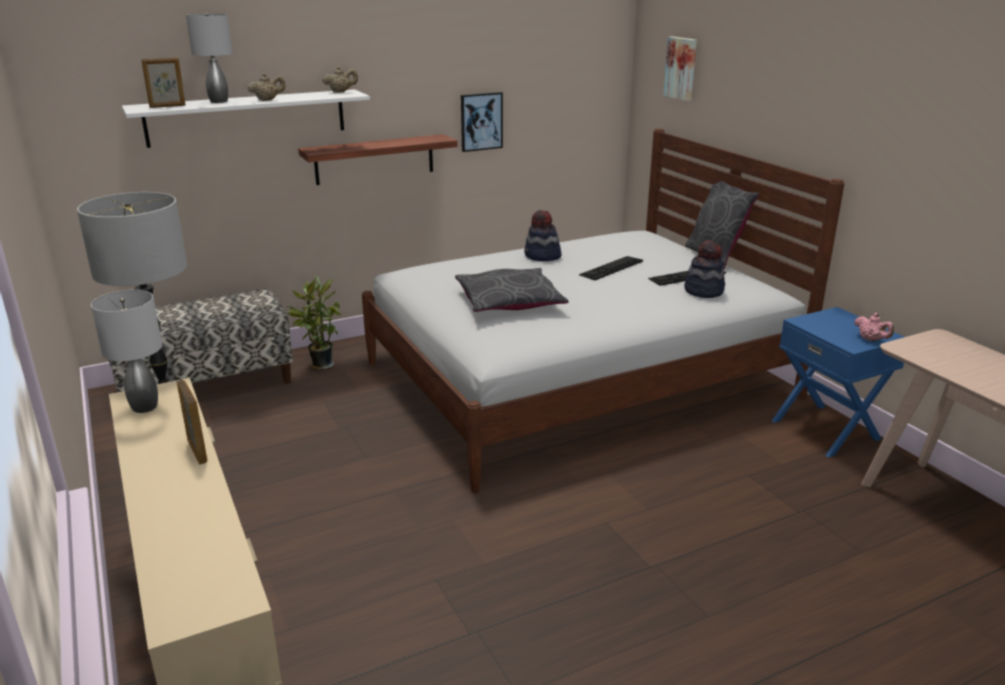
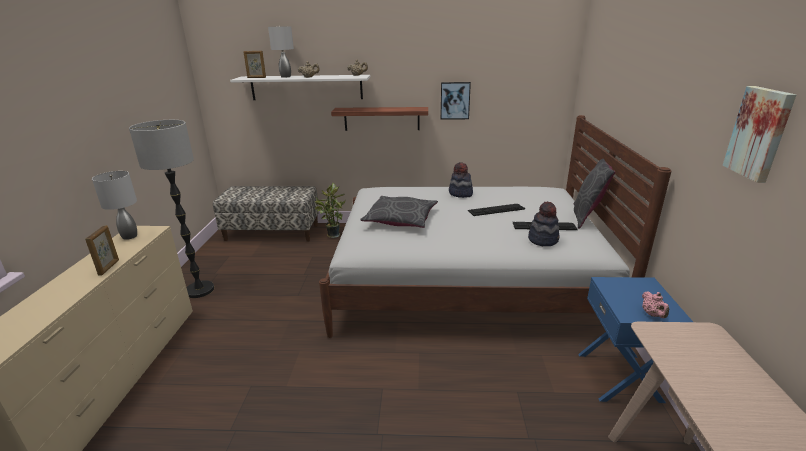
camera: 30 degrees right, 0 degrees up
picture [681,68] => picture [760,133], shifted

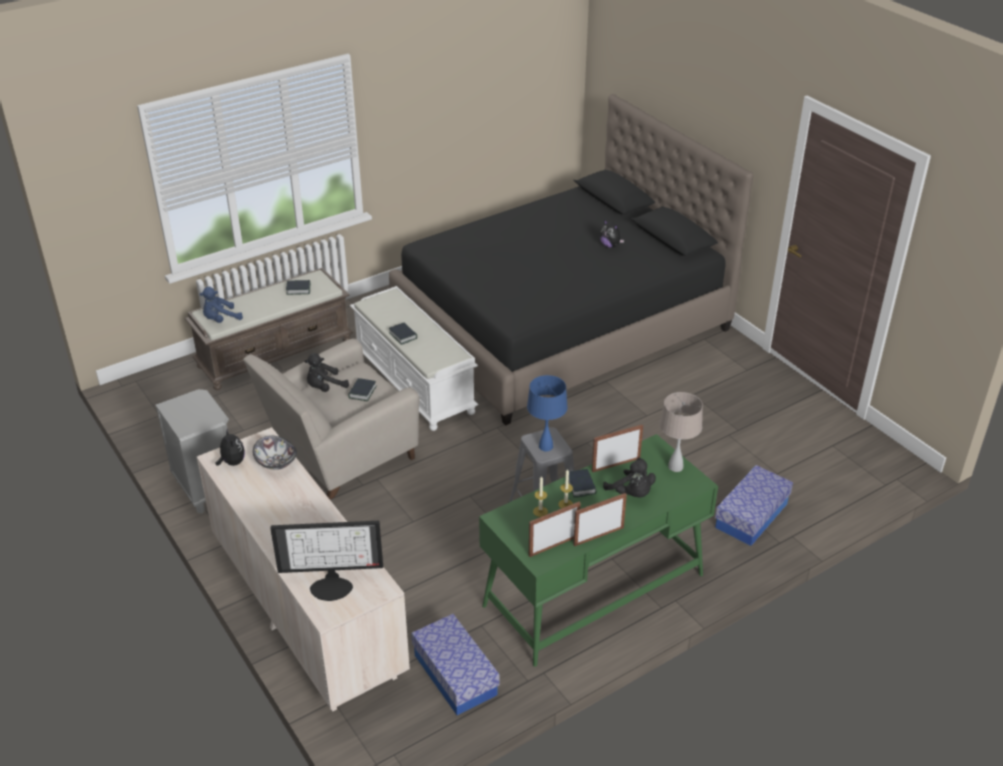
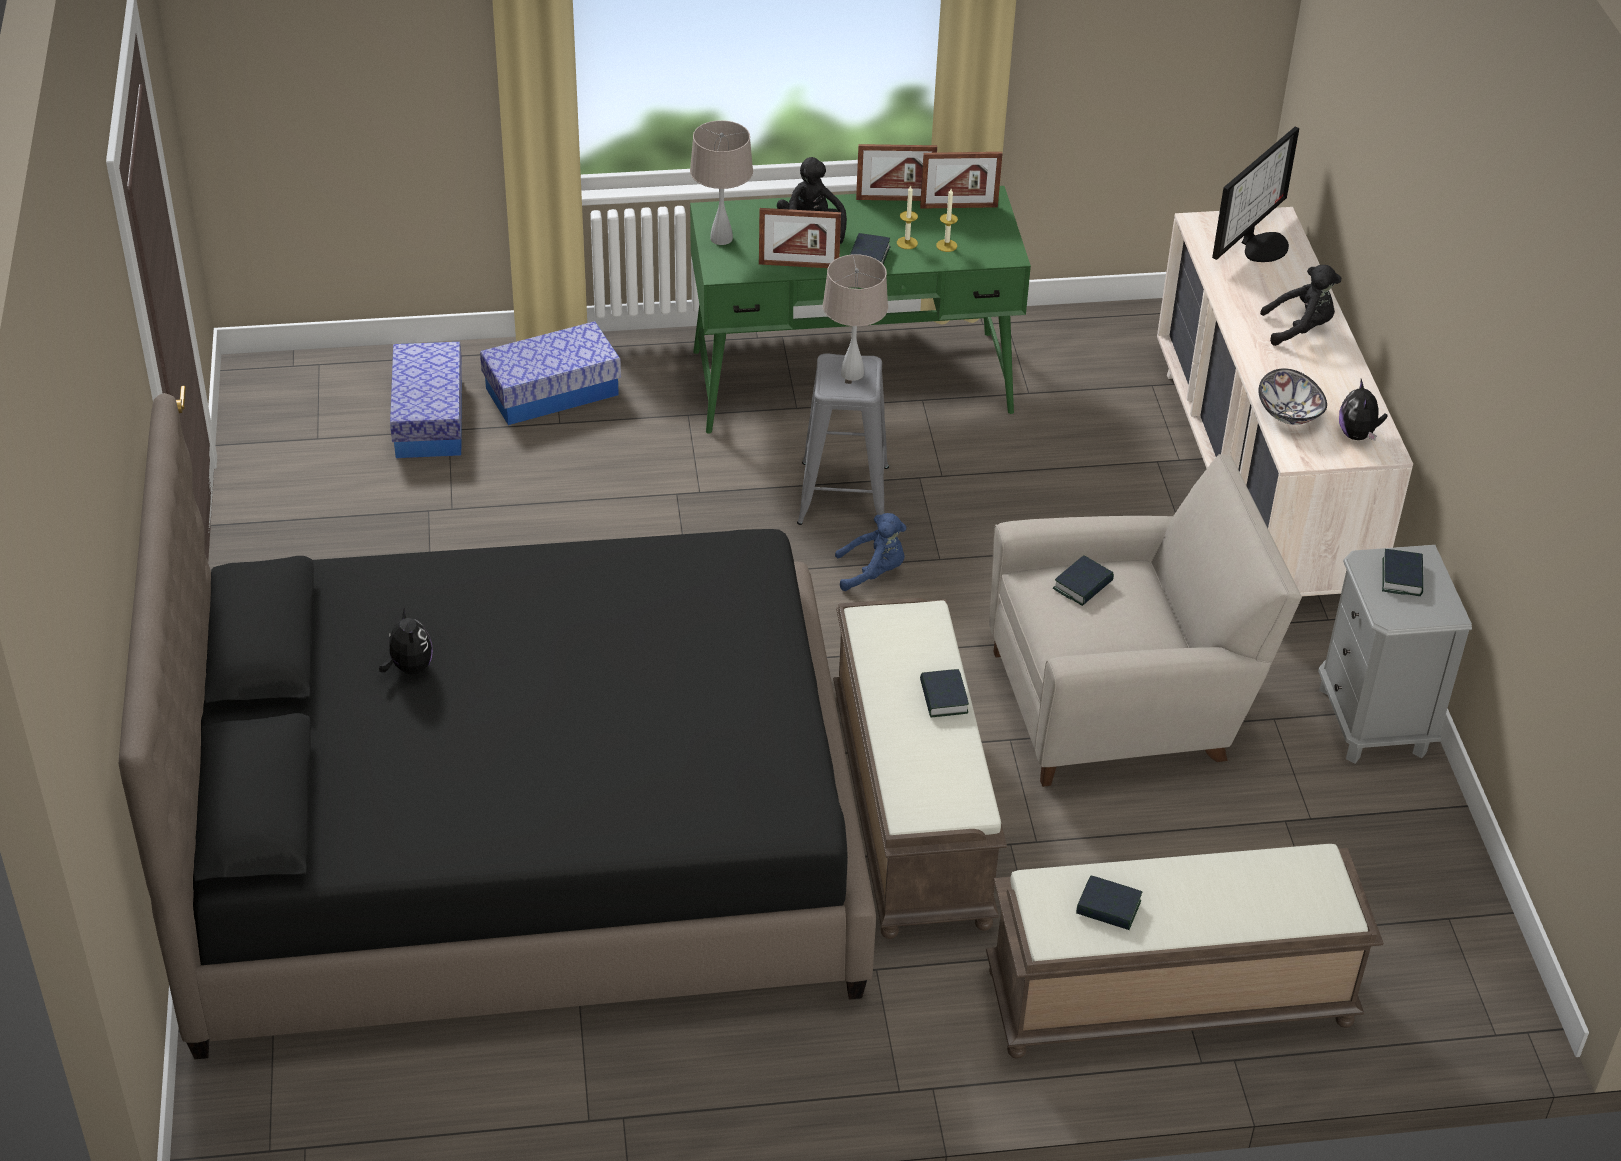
camera: 155 degrees left, 5 degrees up
plush toy in blue [220,319] => plush toy in blue [873,572], shifted
monitor [332,585] => monitor [1261,245], 105 degrees clockwise
plush toy in black [325,387] => plush toy in black [1300,328], shifted
bench in white [415,382] => bench in brown [908,808]
storage box [455,675] => storage box [429,418], shifted
table lamp in blue [545,447] => table lamp in beige [852,373]
nothing => book [1402,577]

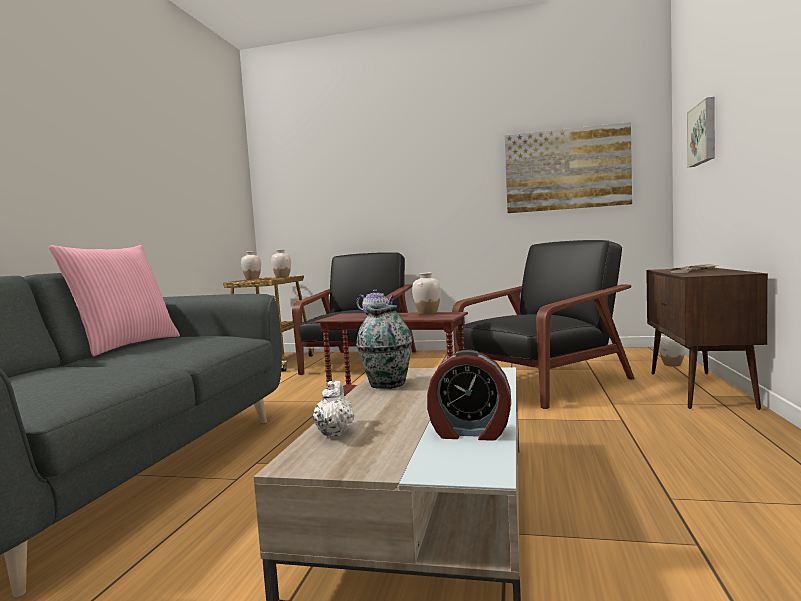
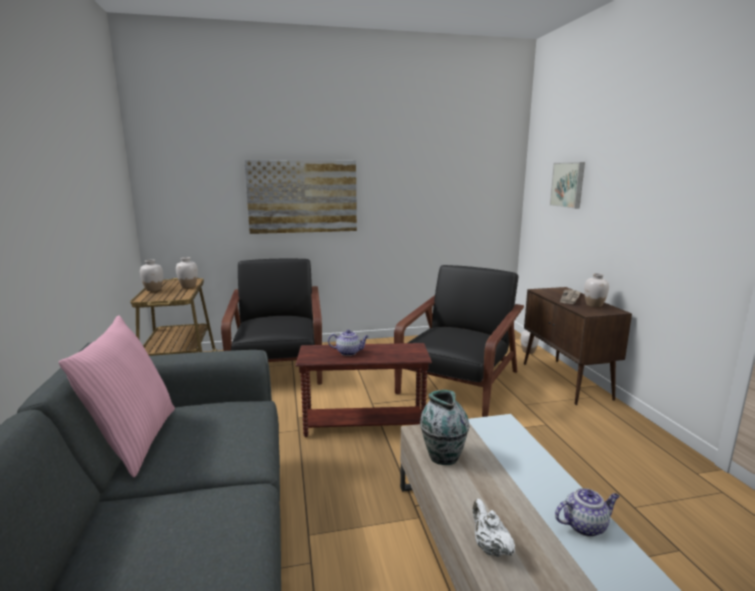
camera: 25 degrees left, 10 degrees up
vase in white [427,313] => vase in white [594,305], shifted
alarm clock [470,433] => teapot [585,525]
picture [566,169] => picture [302,196], shifted

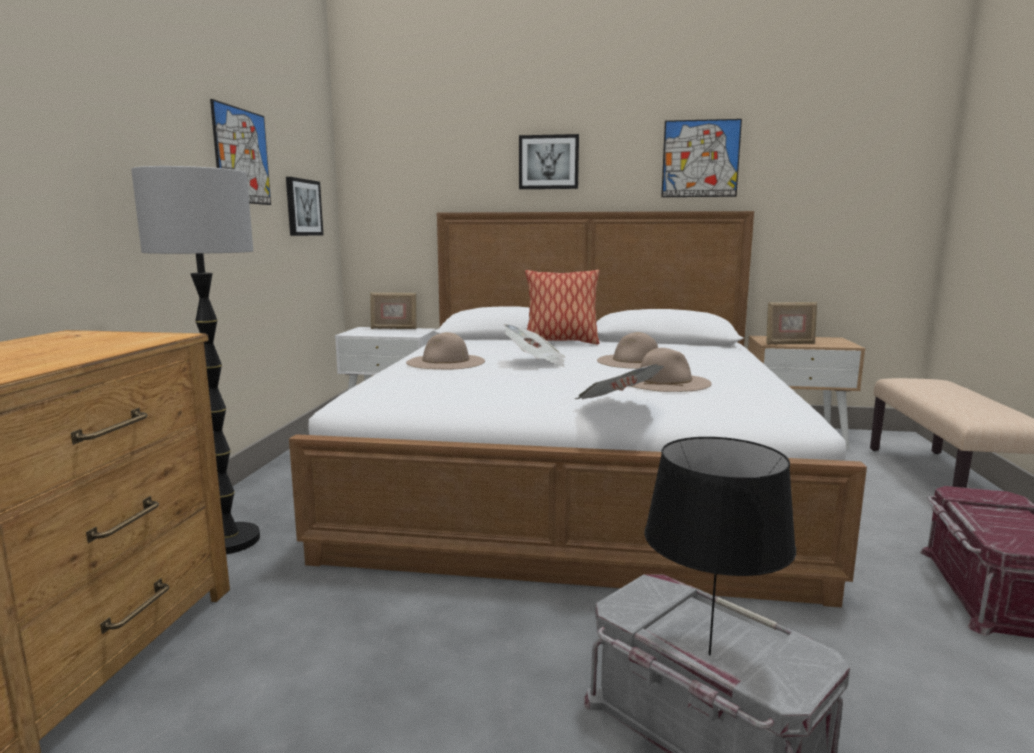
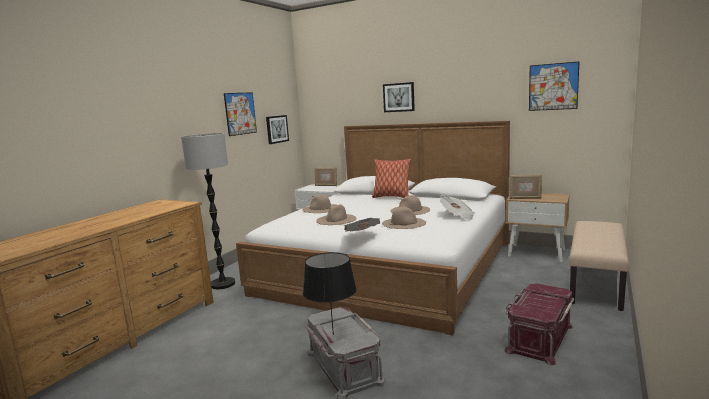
camera: 20 degrees right, 0 degrees up
newspaper [536,363] => newspaper [457,216], shifted
picture [700,158] => picture [553,86], shifted
nothing => hat in beige [336,219]

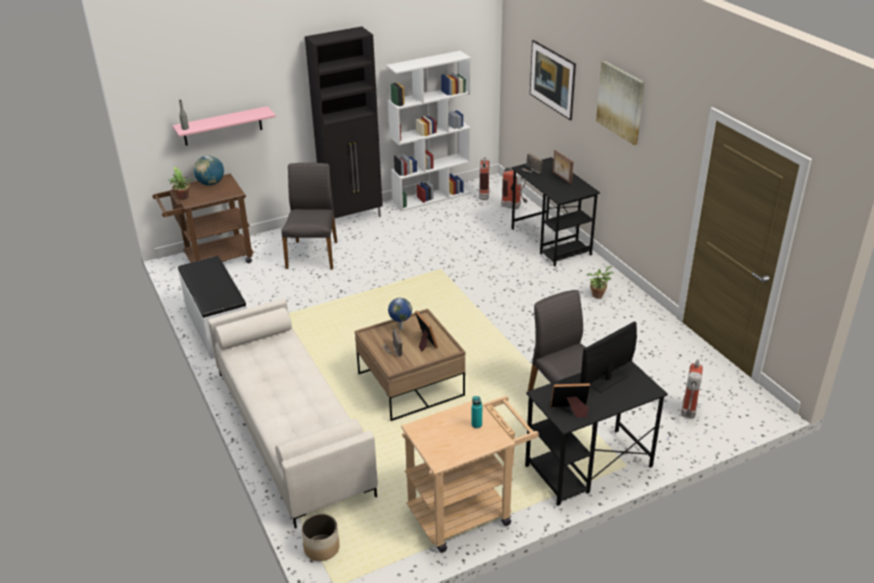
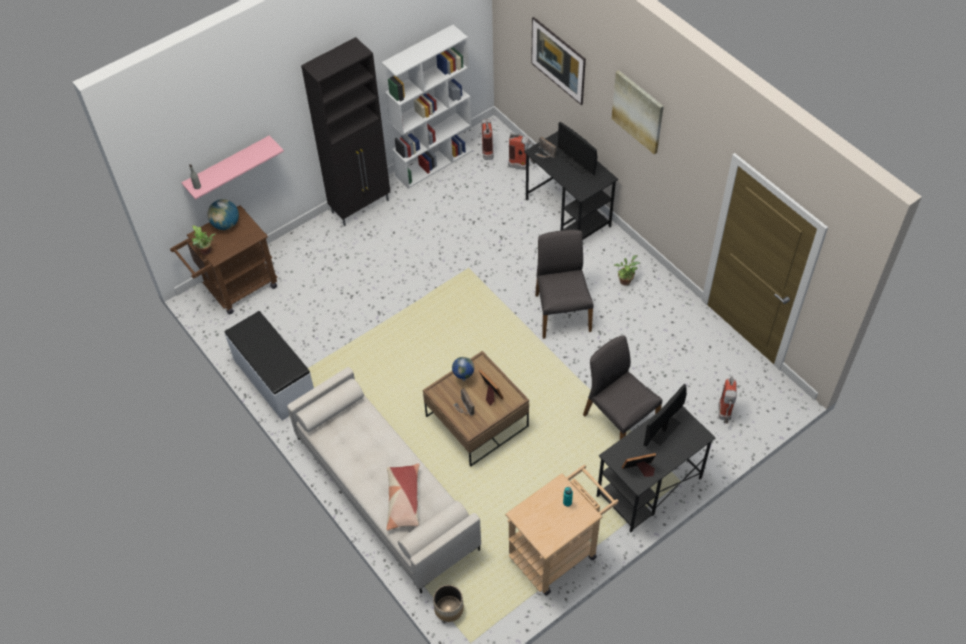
camera: 10 degrees left, 20 degrees up
chair in grey [313,254] => chair in grey [561,312], shifted
picture frame [561,178] => monitor [577,162]
nothing => pillow [403,500]

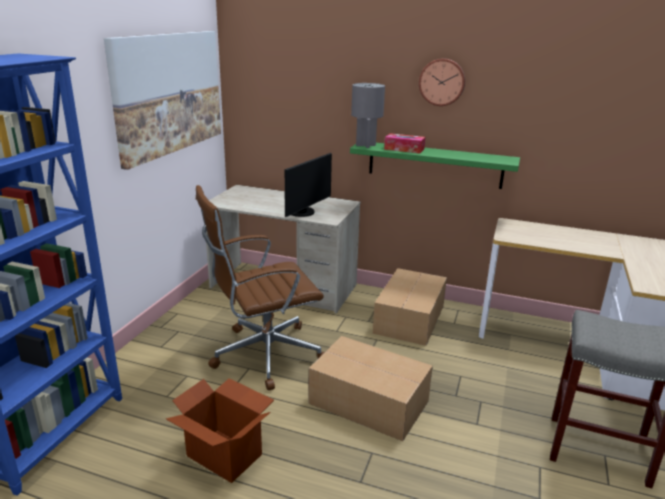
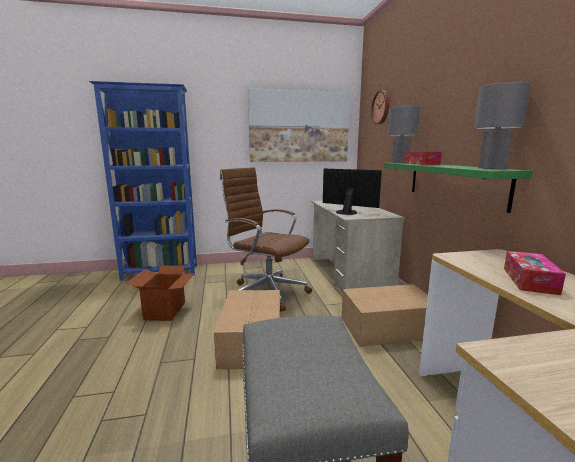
camera: 60 degrees right, 10 degrees down
monitor [304,212] => monitor [347,212], 150 degrees counterclockwise
wall clock [442,82] => wall clock [381,107], shifted
nothing => table lamp in grey [491,168]
nothing => tissue box [529,280]

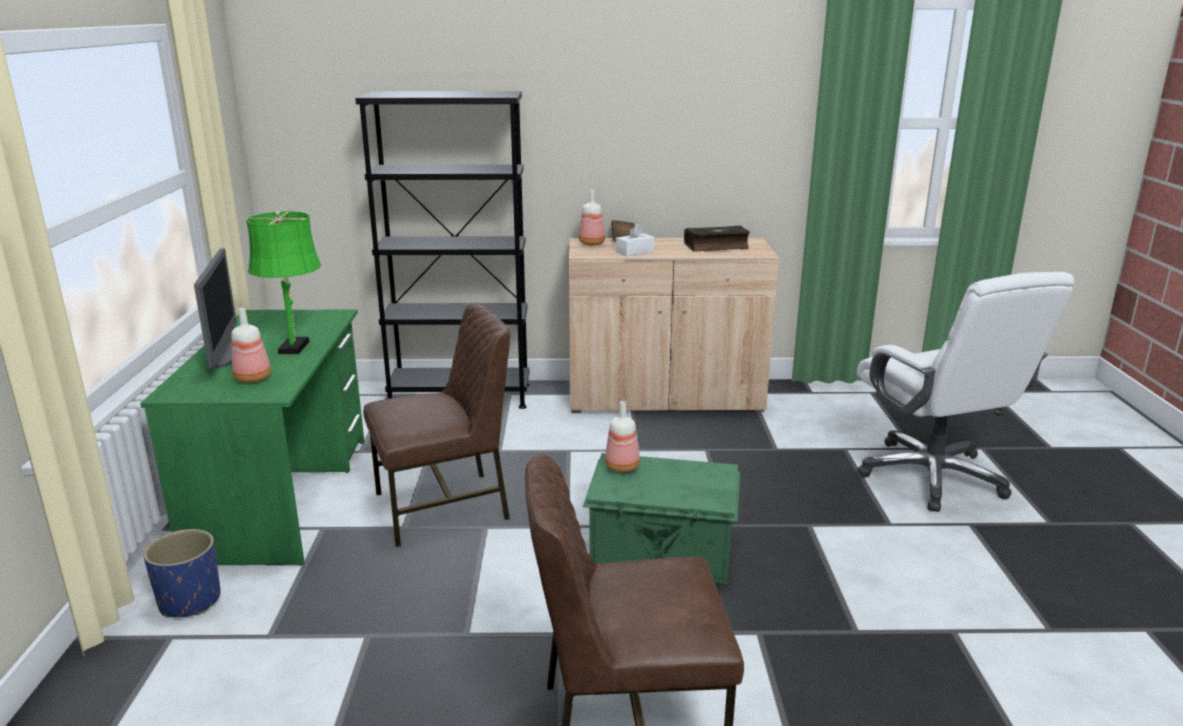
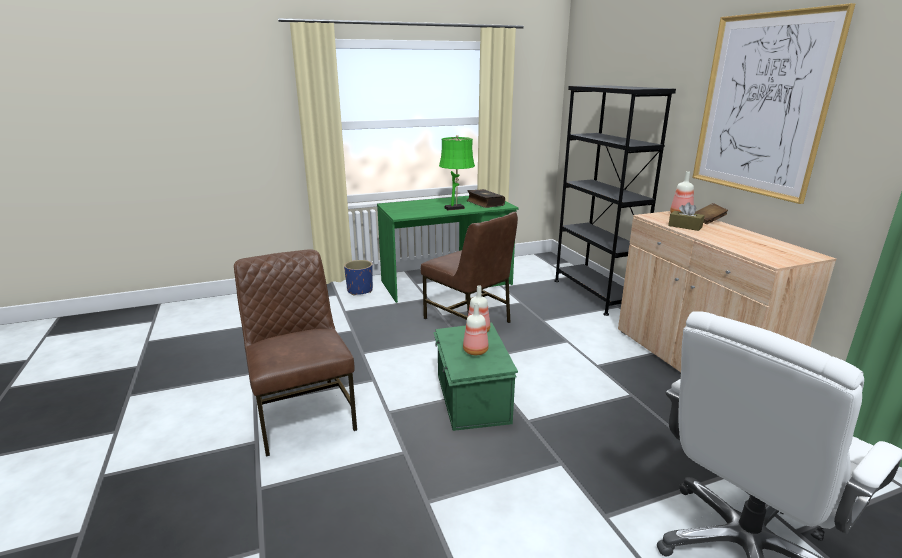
camera: 70 degrees right, 0 degrees up
monitor [224,355] => nothing
bottle [253,378] => bottle [476,351], shifted
tissue box in white [635,252] => tissue box in brown [685,226]
book [716,246] => book [484,203], shifted
nothing => picture [761,105]

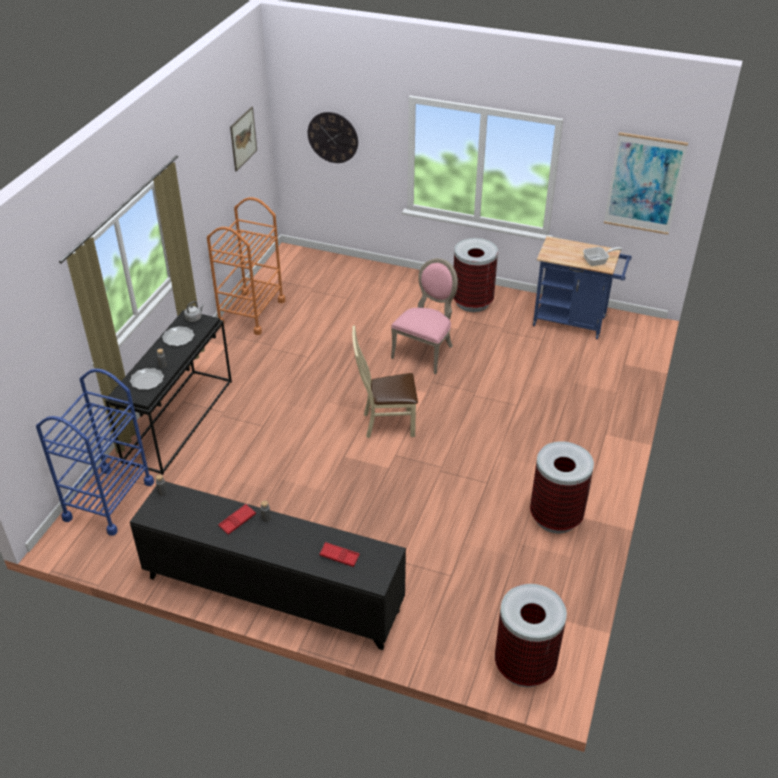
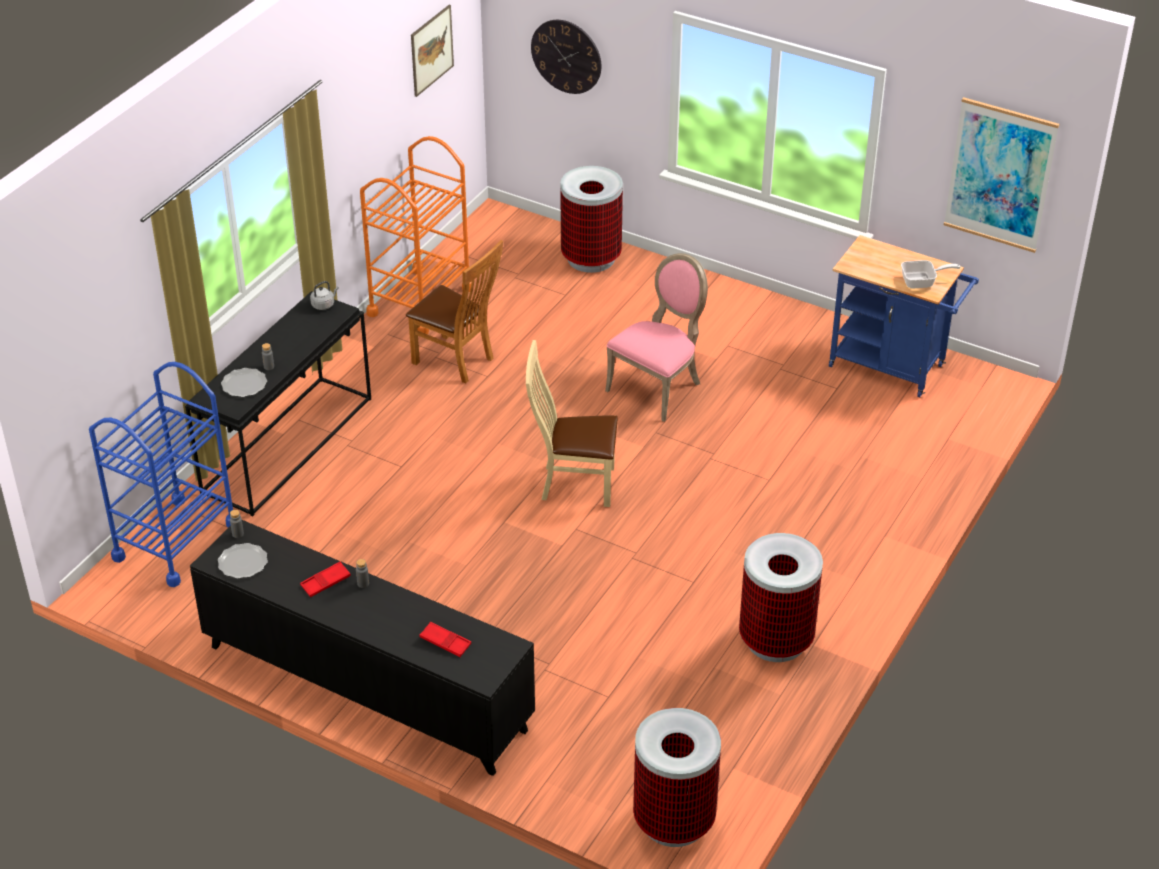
camera: 10 degrees right, 0 degrees up
plate [178,337] => plate [243,562], shifted
trash can [472,302] => trash can [591,258], shifted
nothing => chair in brown [457,361]

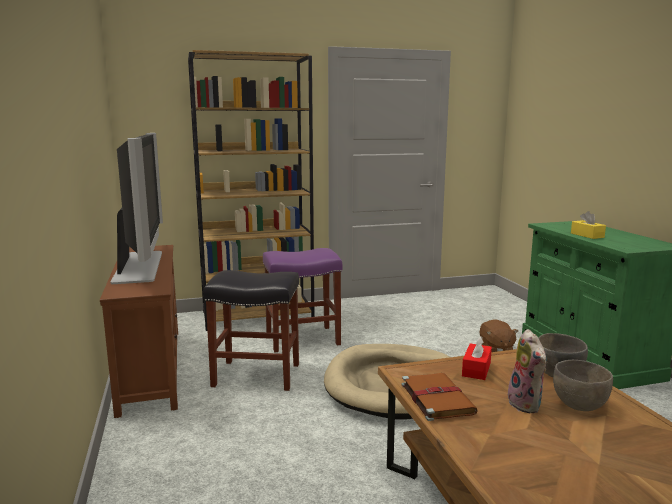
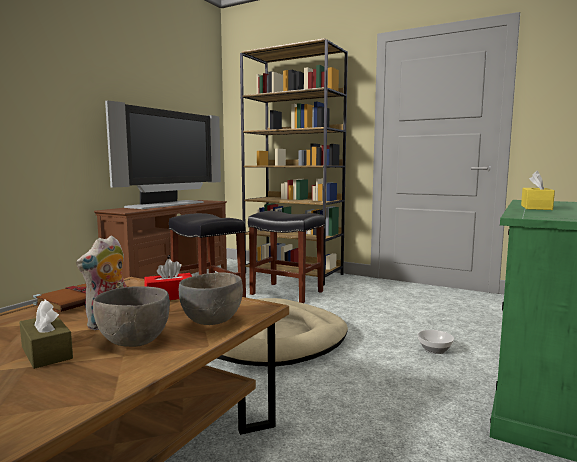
camera: 45 degrees right, 5 degrees down
stool in purple [303,338] => stool in black [287,293]
plush toy in brown [496,349] => bowl [435,350]
nothing => tissue box in brown [46,352]

